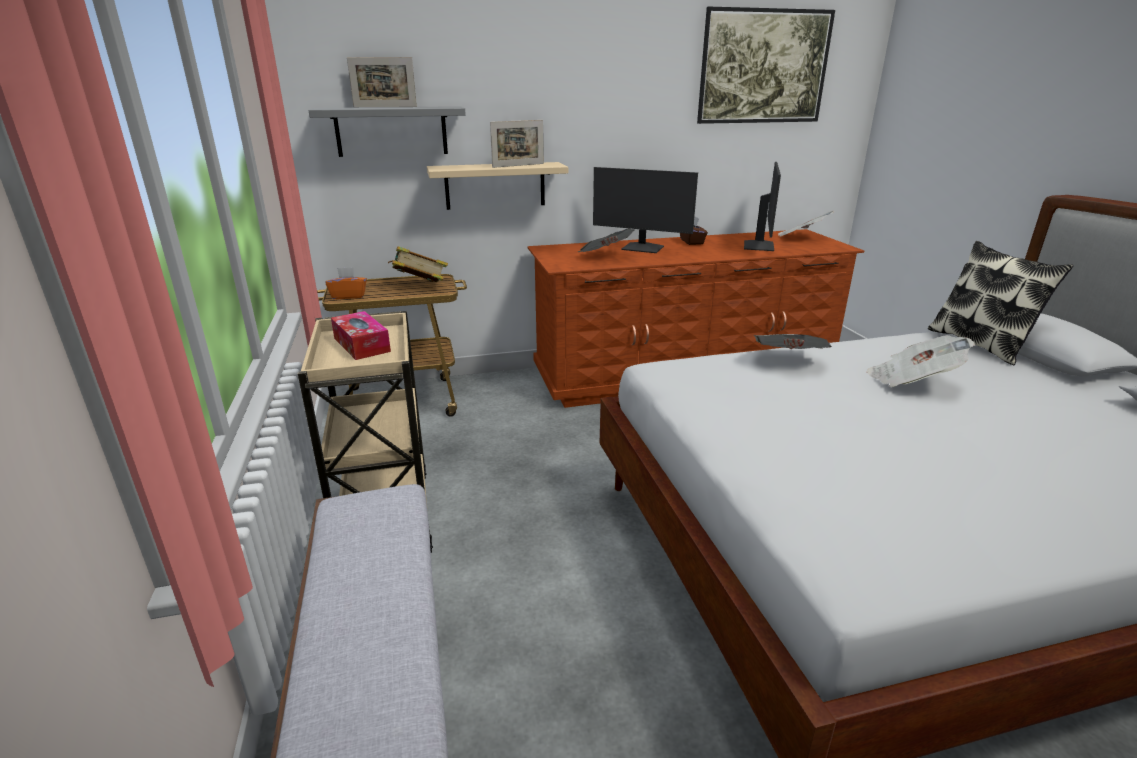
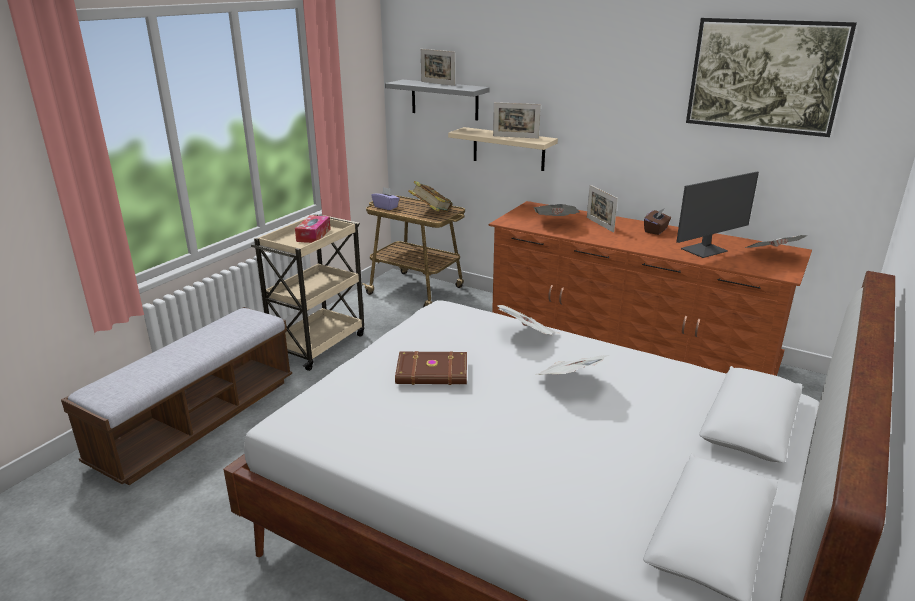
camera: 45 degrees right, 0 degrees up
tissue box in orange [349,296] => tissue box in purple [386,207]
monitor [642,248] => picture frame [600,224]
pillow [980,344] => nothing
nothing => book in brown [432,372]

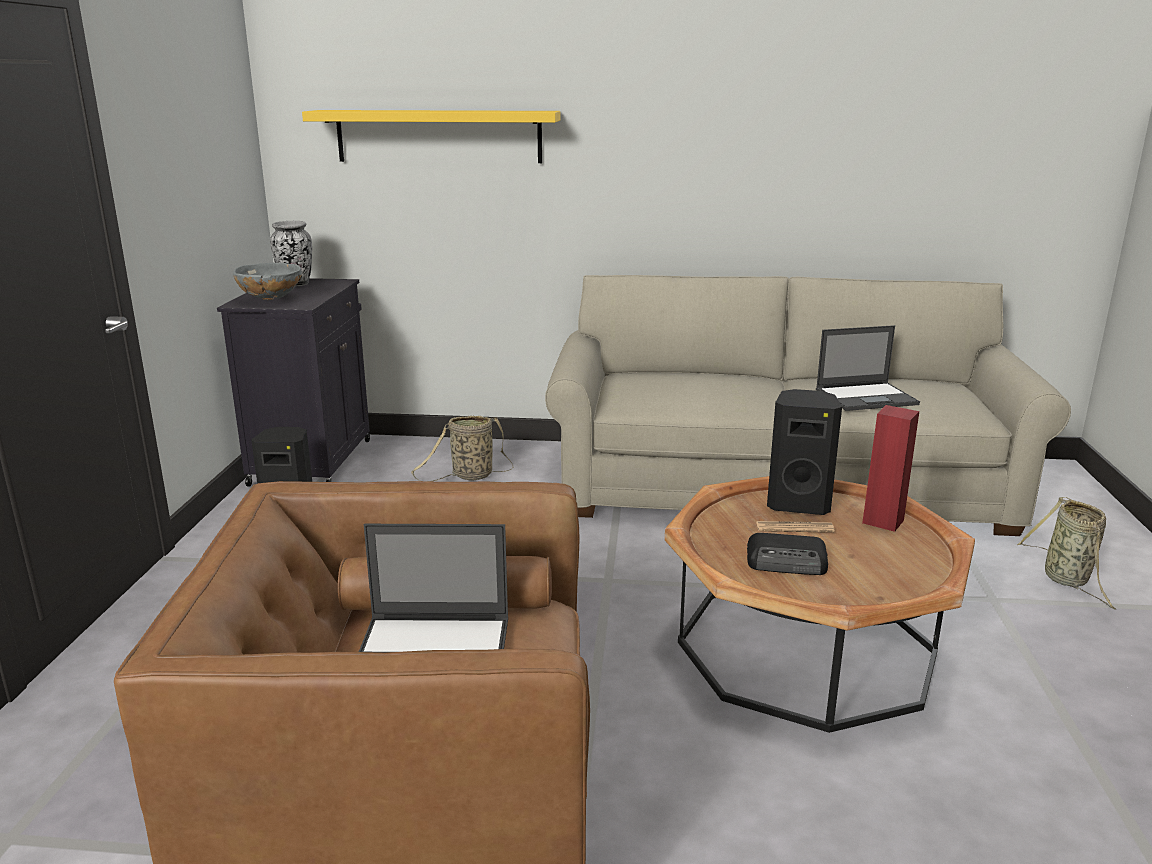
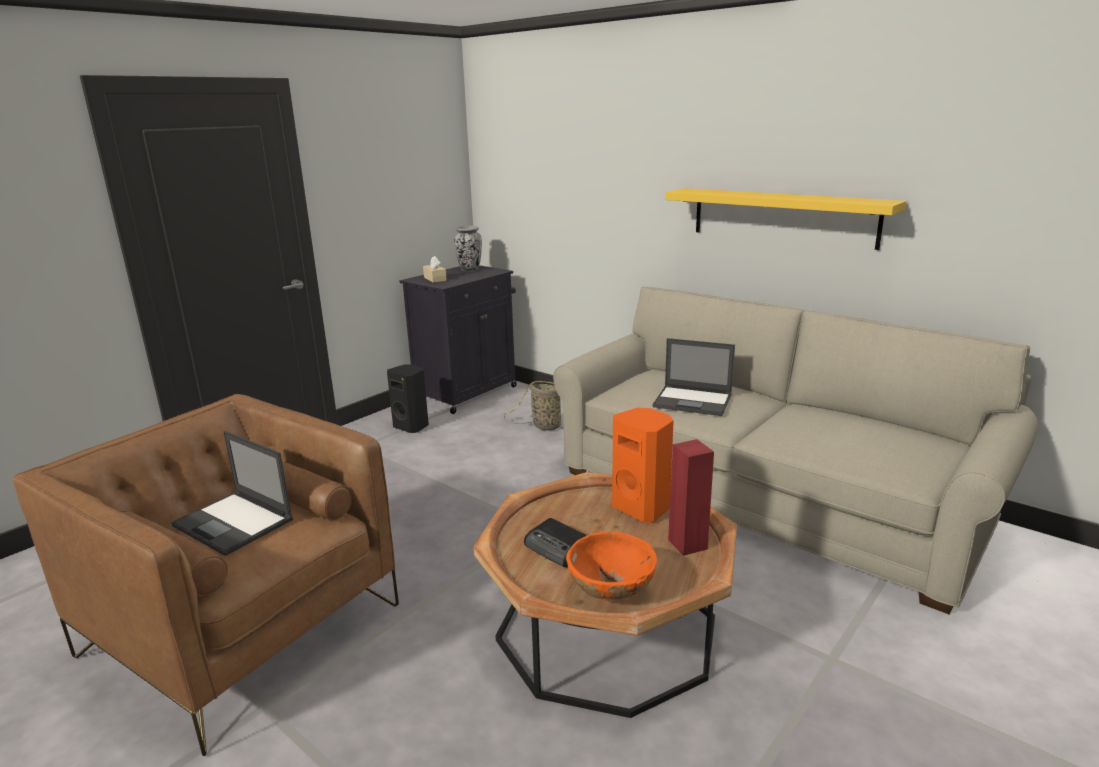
camera: 35 degrees right, 0 degrees up
bowl in grey [270,300] => tissue box in beige [435,279]
shelf in yellow [438,136] => shelf in yellow [782,217], shifted
newspaper [794,528] => nothing
speaker in black [798,504] => speaker in orange [642,508]
laptop [867,397] => laptop [693,401], shifted
basket [1068,580] => nothing
nothing => bowl in orange [611,592]

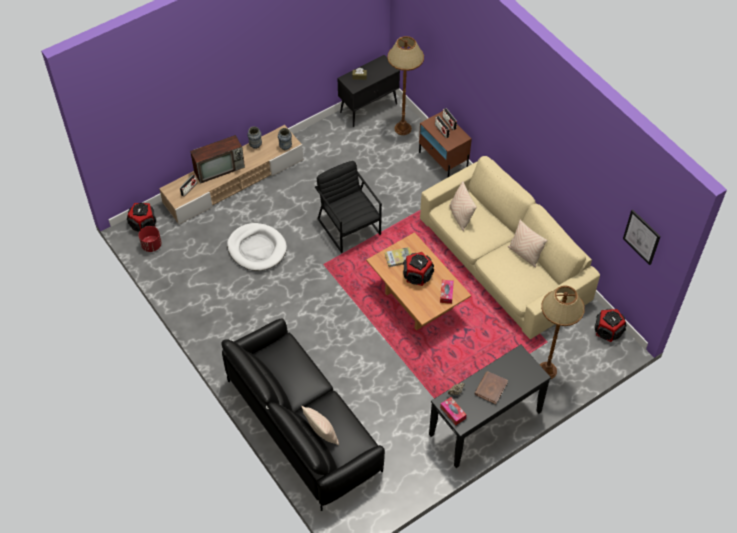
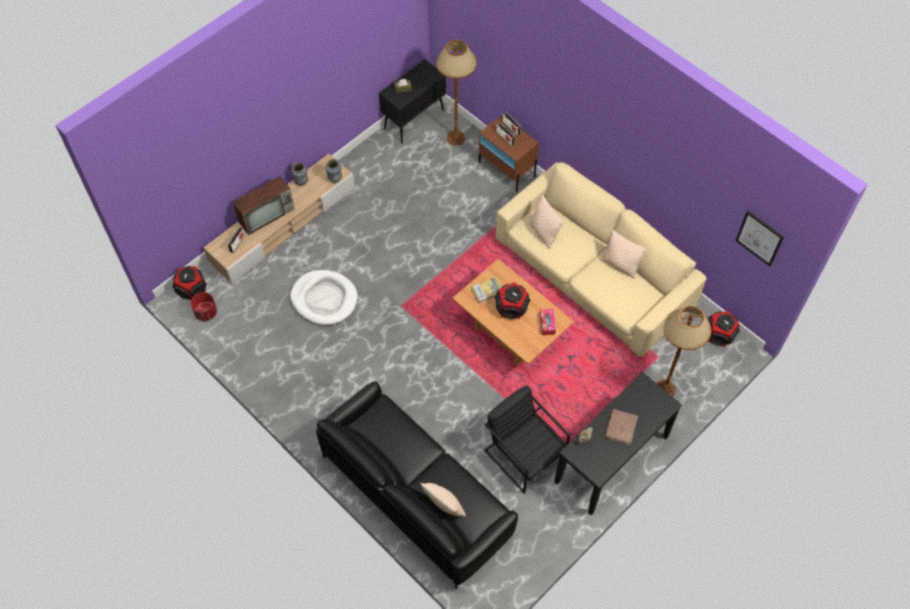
camera: 10 degrees left, 5 degrees up
armchair in black [349,226] => armchair in black [524,454], shifted
tissue box [453,413] => nothing

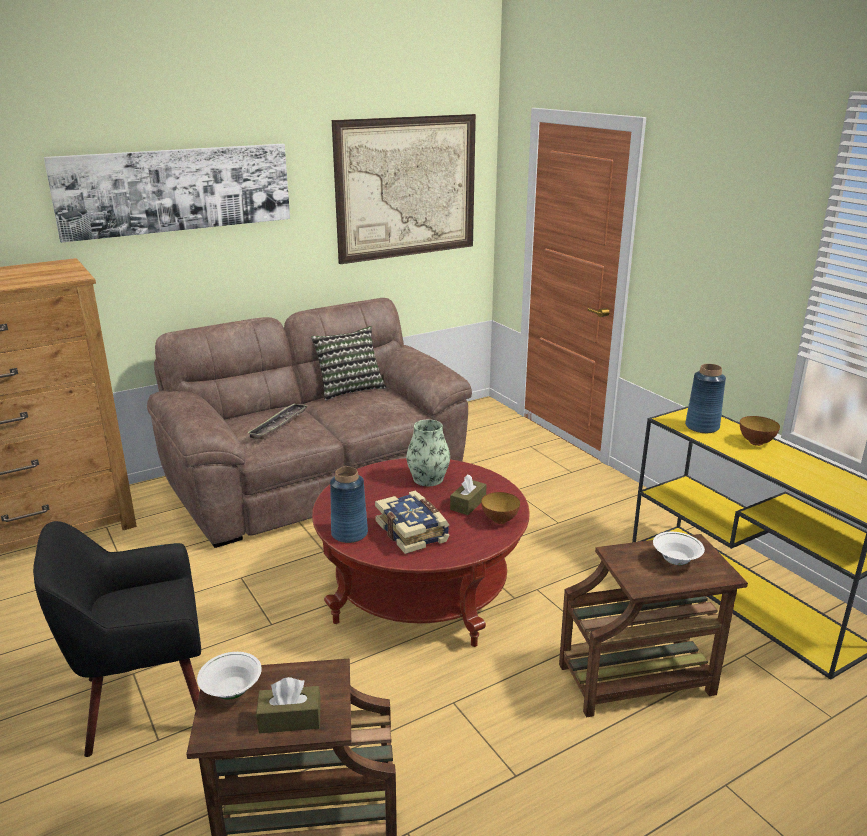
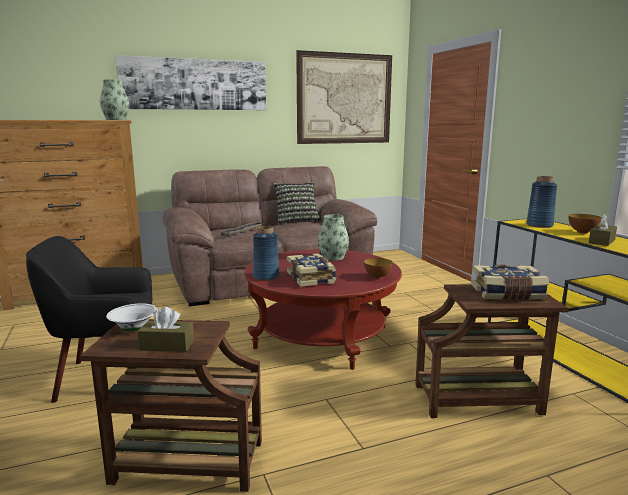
camera: 10 degrees right, 10 degrees down
tissue box in brown [468,504] => tissue box in brown [601,241], shifted
bowl in white [675,561] => book [508,294]
nothing => vase [116,119]

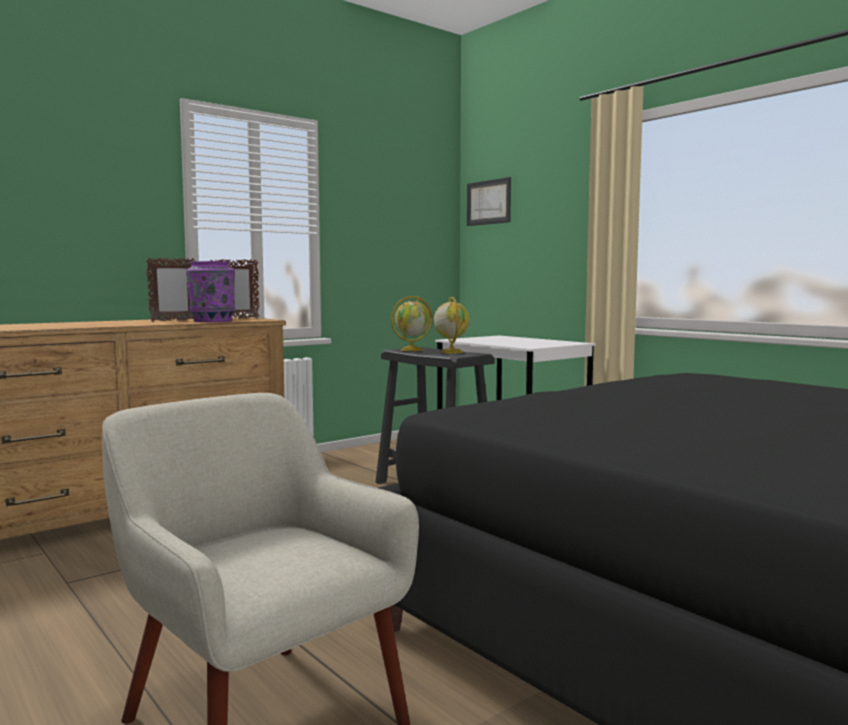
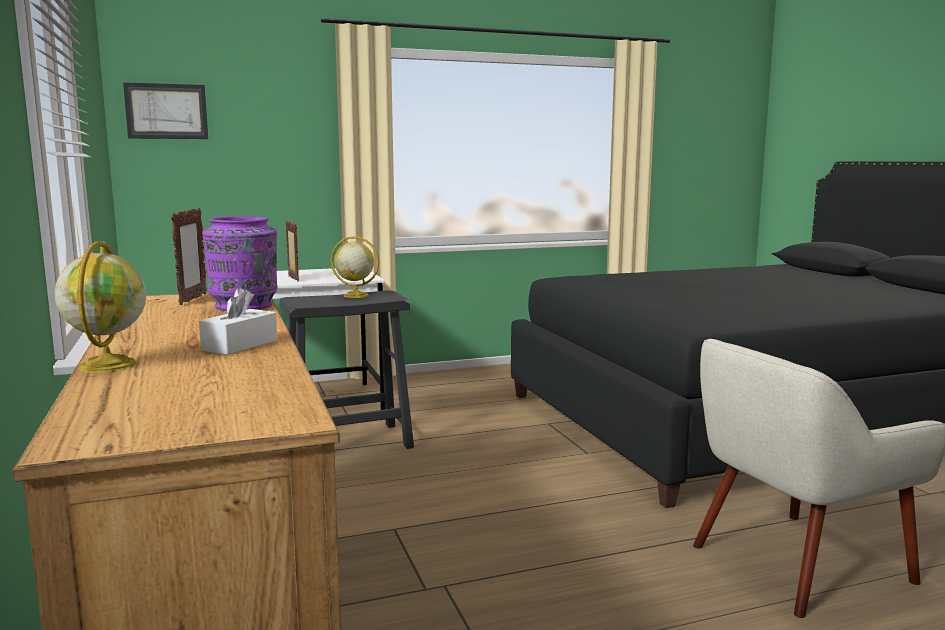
camera: 70 degrees left, 5 degrees up
picture frame [173,321] => picture frame [293,279], shifted
globe [412,350] => globe [108,365], shifted
nothing => tissue box in white [240,345]

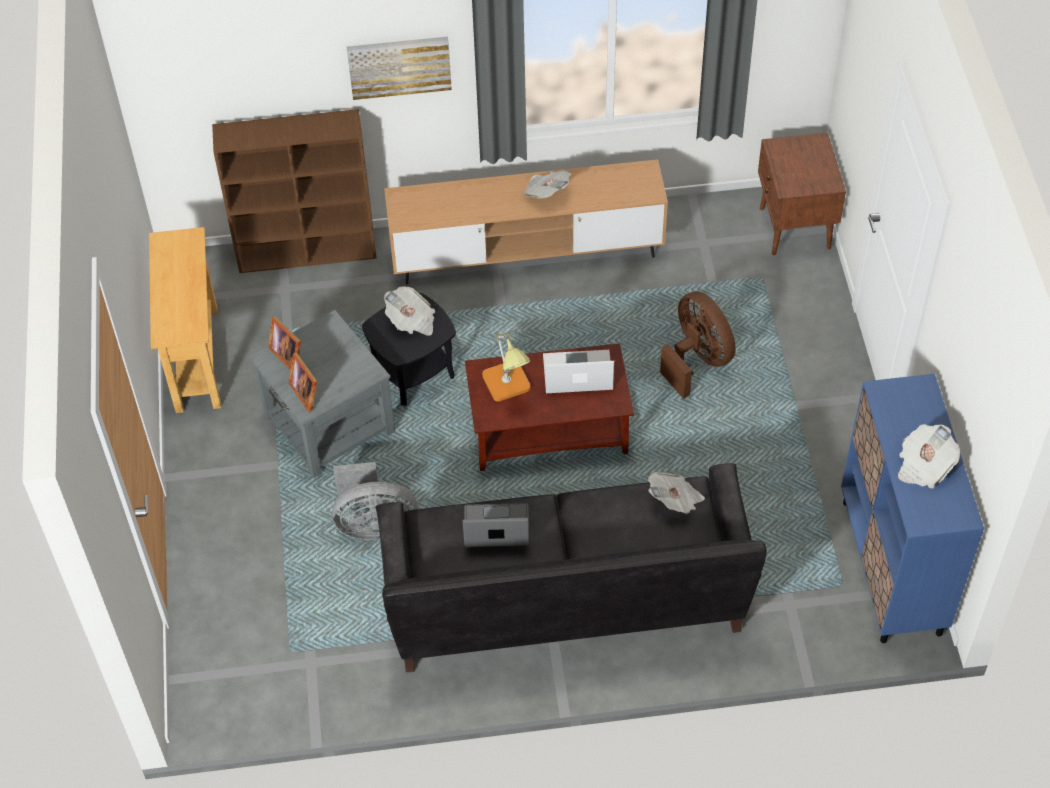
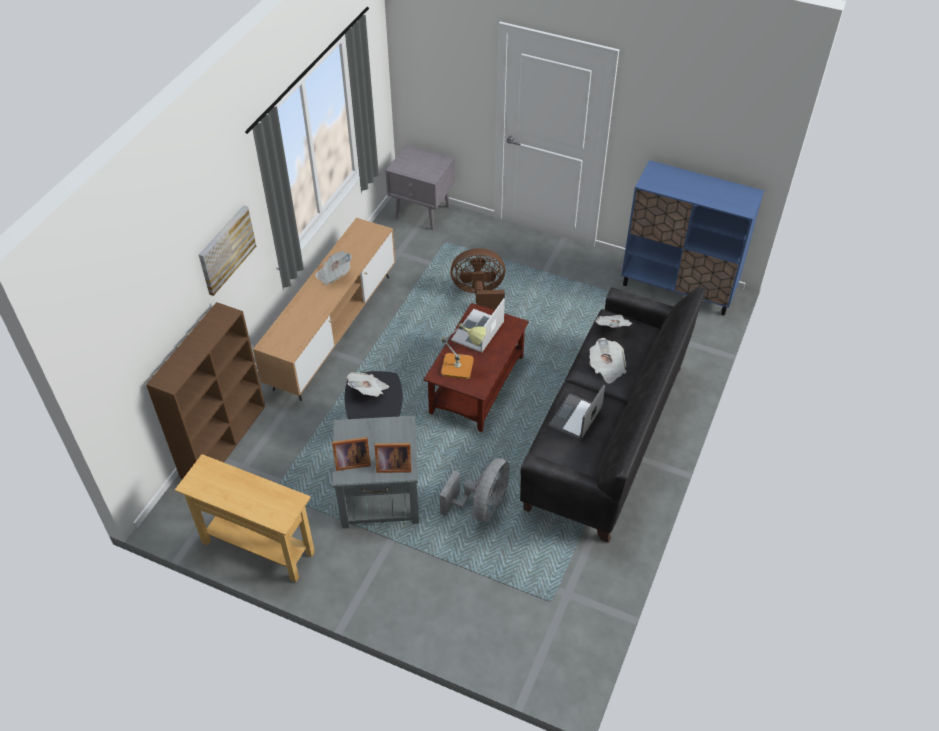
camera: 60 degrees left, 5 degrees down
nightstand in brown [794,229] => nightstand in grey [423,213]
newspaper [923,466] => newspaper [606,368], shifted

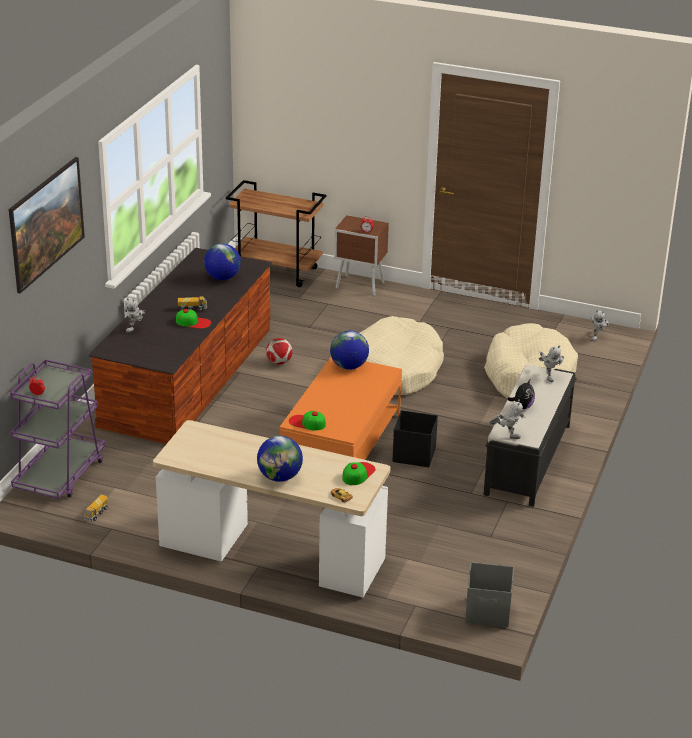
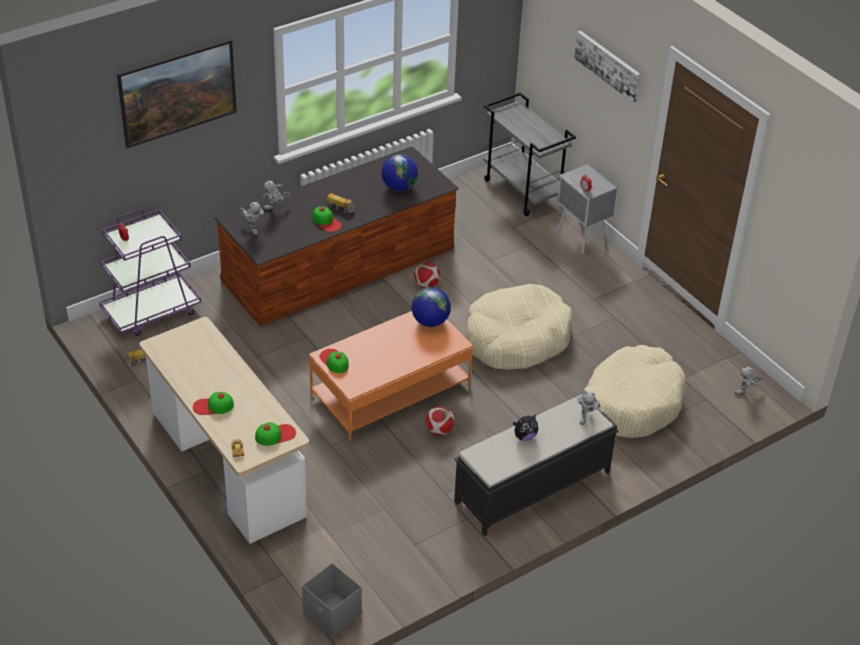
camera: 35 degrees right, 10 degrees up
cart in brown [277,271] => cart in grey [524,191]
globe [280,477] => cap [213,406]
nightstand in brown [360,286] => nightstand in grey [581,238]
storage box in black [413,454] => football [439,431]
toy robot [507,435] => toy robot [252,229], shifted
nothing => picture [608,65]

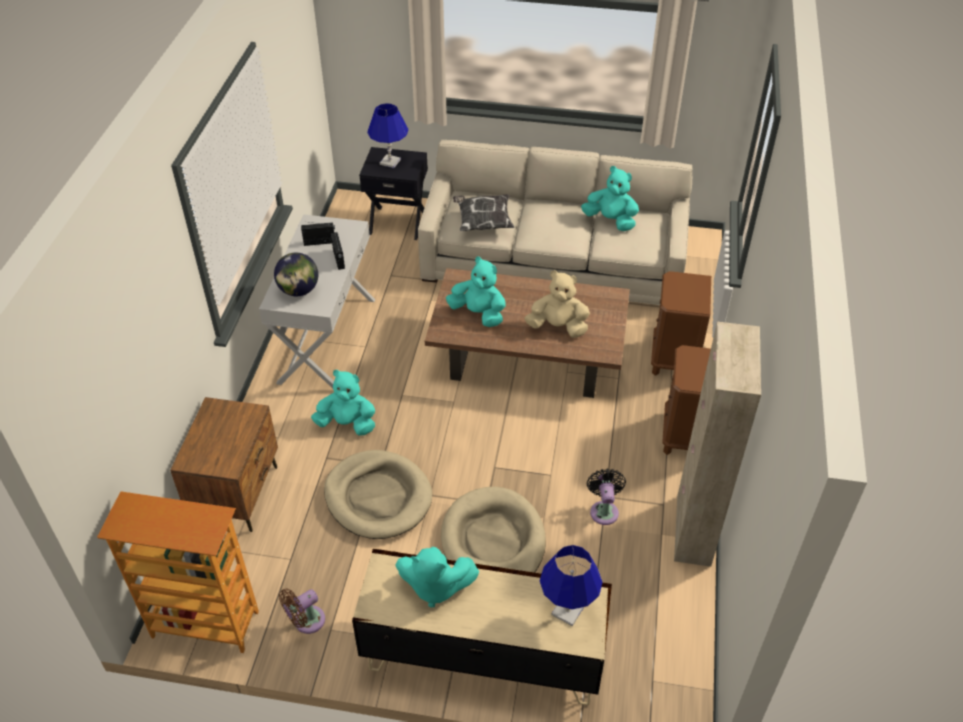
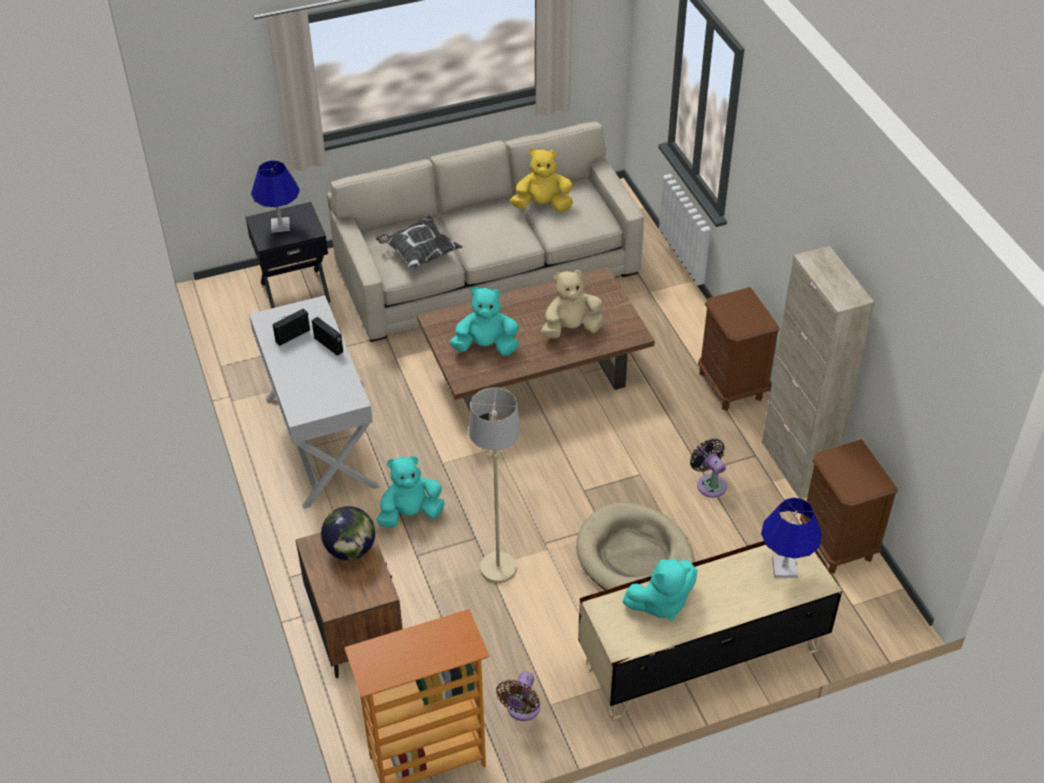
camera: 30 degrees left, 0 degrees up
globe [298,291] => globe [350,550], shifted
dog bed in beige [378,497] => floor lamp in beige [497,568]
plush toy in turquoise [610,220] => plush toy in yellow [542,206]
nightstand in brown [674,358] => nightstand in brown [837,543], shifted

